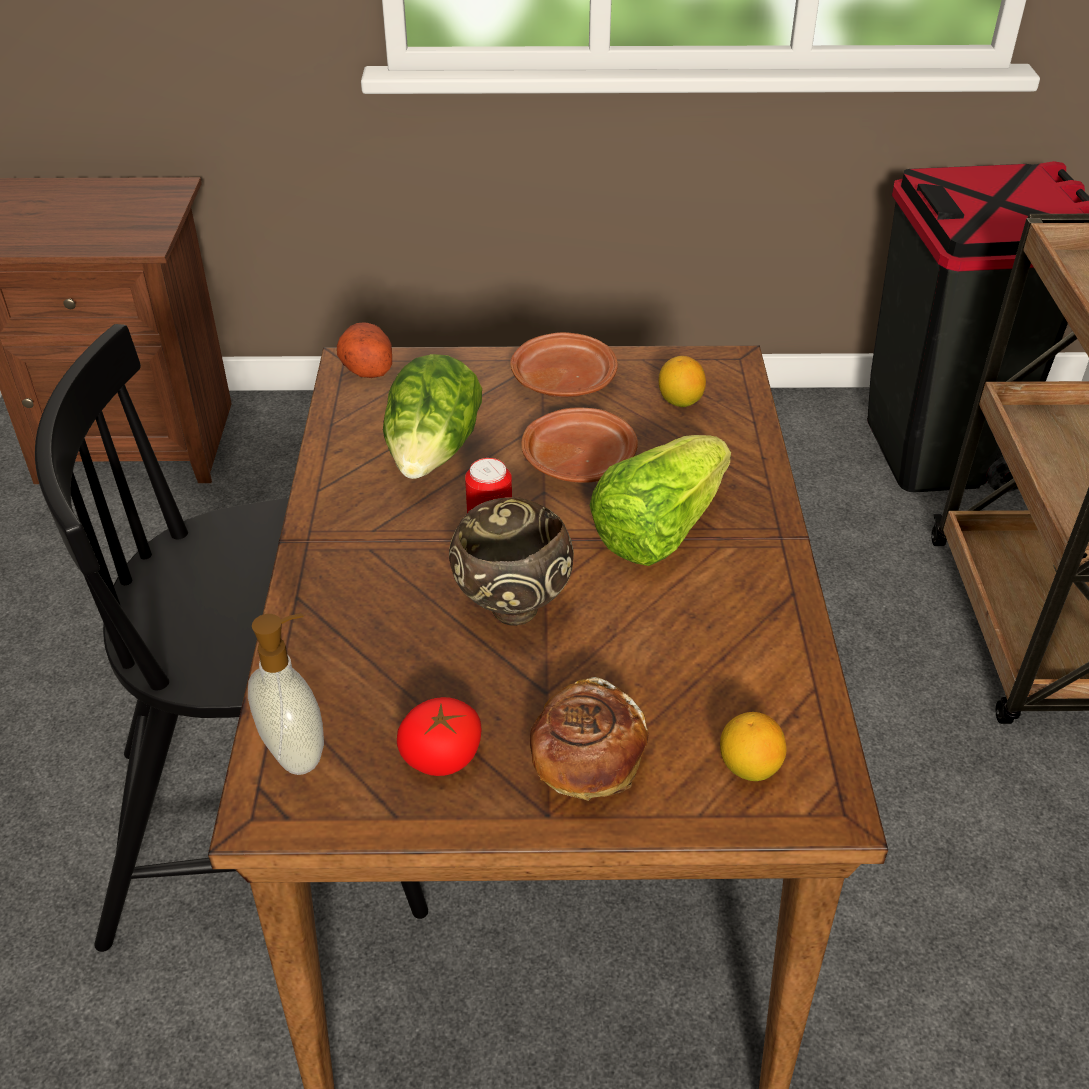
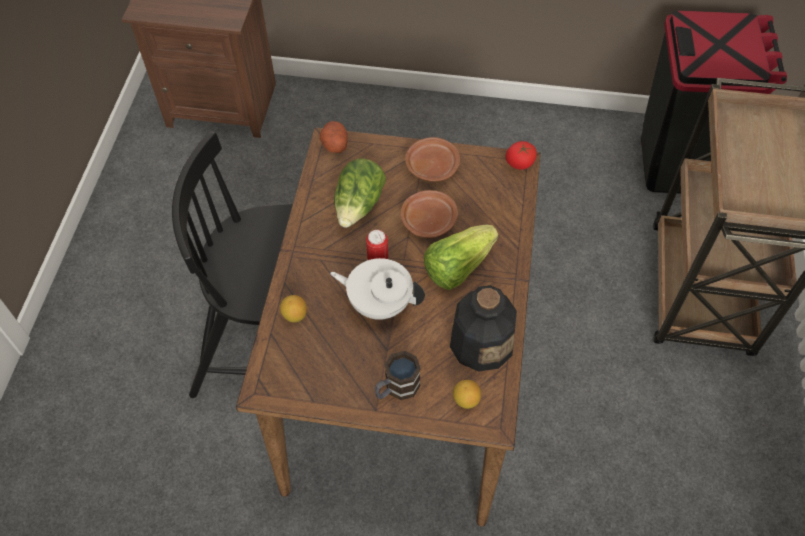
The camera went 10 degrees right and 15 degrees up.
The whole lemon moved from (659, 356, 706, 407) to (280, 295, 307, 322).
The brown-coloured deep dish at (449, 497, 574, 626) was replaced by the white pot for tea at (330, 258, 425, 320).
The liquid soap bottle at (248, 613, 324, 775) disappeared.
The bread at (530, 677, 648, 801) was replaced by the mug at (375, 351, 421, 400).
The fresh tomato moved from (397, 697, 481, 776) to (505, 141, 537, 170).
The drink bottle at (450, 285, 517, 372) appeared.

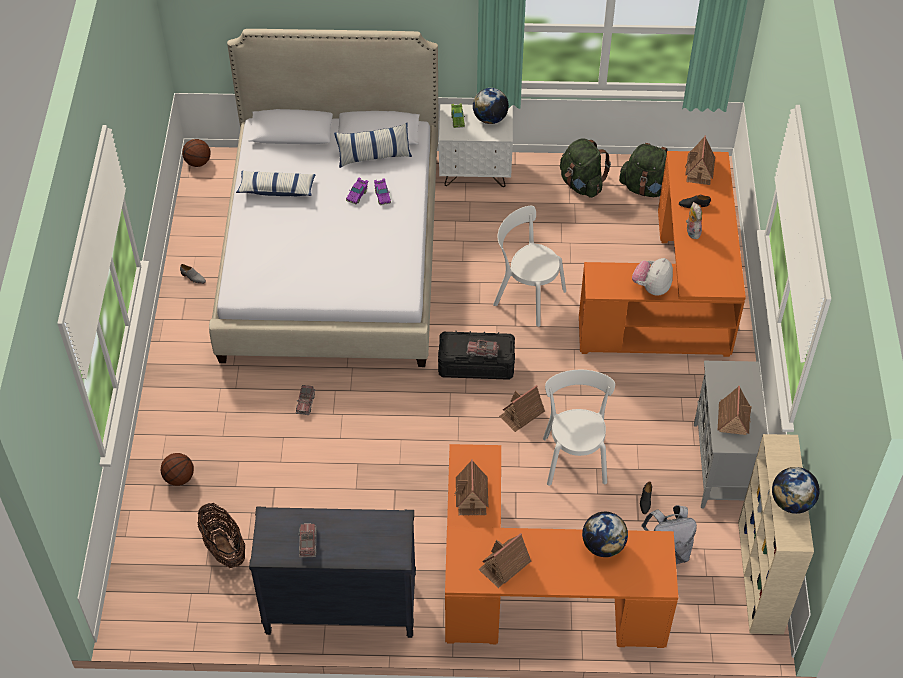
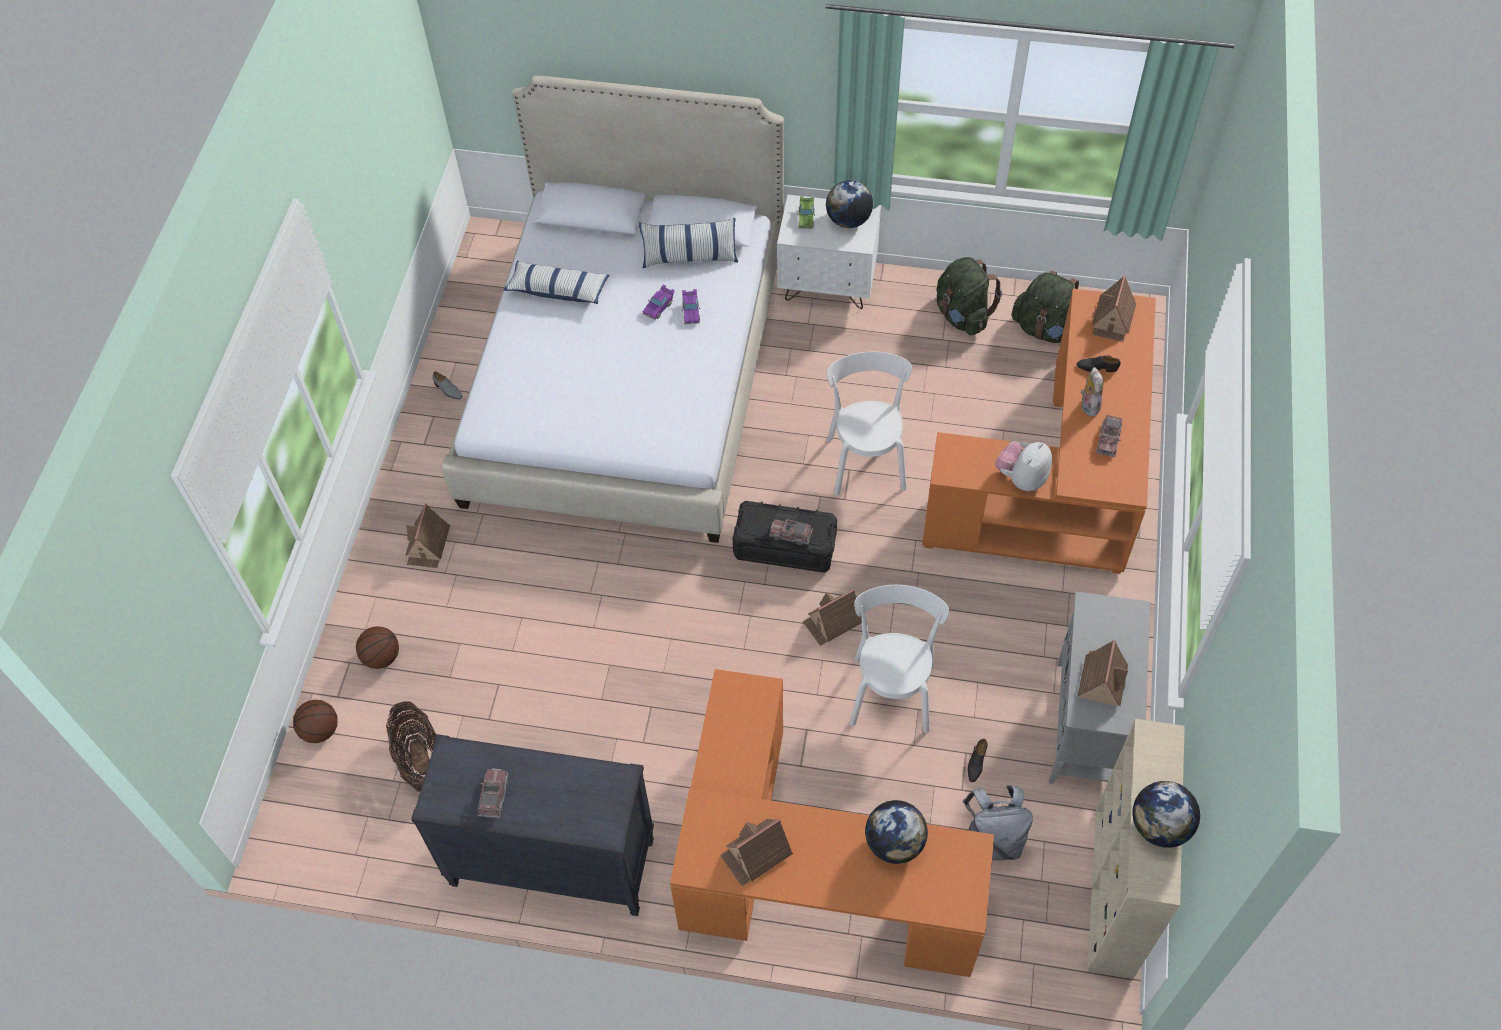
The camera went 10 degrees right and 5 degrees up.
The basketball ball moved from (182, 139, 210, 167) to (293, 700, 337, 743).
The white plain chair at (493, 206, 566, 327) turned 45 degrees clockwise.
The model truck moved from (296, 385, 315, 415) to (1096, 415, 1123, 457).
The miniature house moved from (455, 459, 488, 515) to (405, 504, 450, 568).

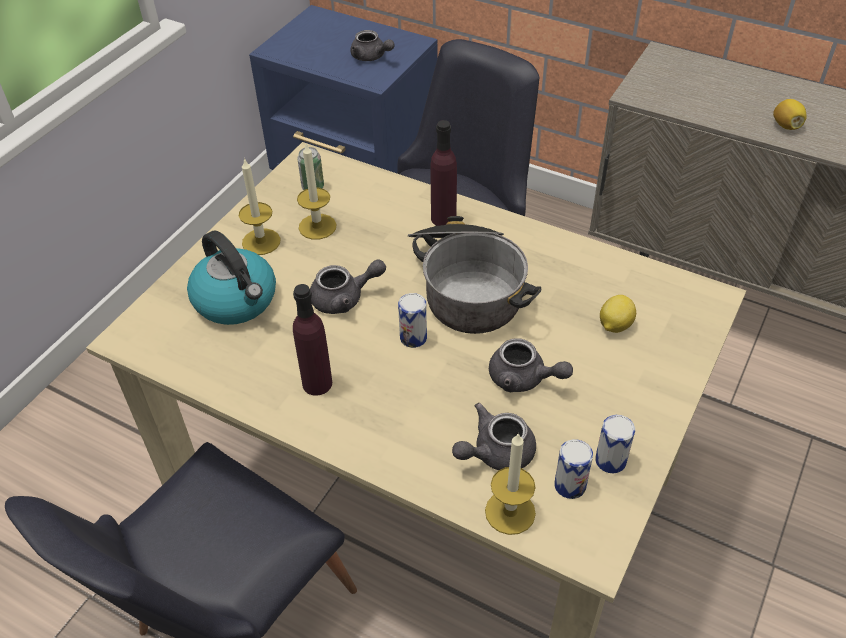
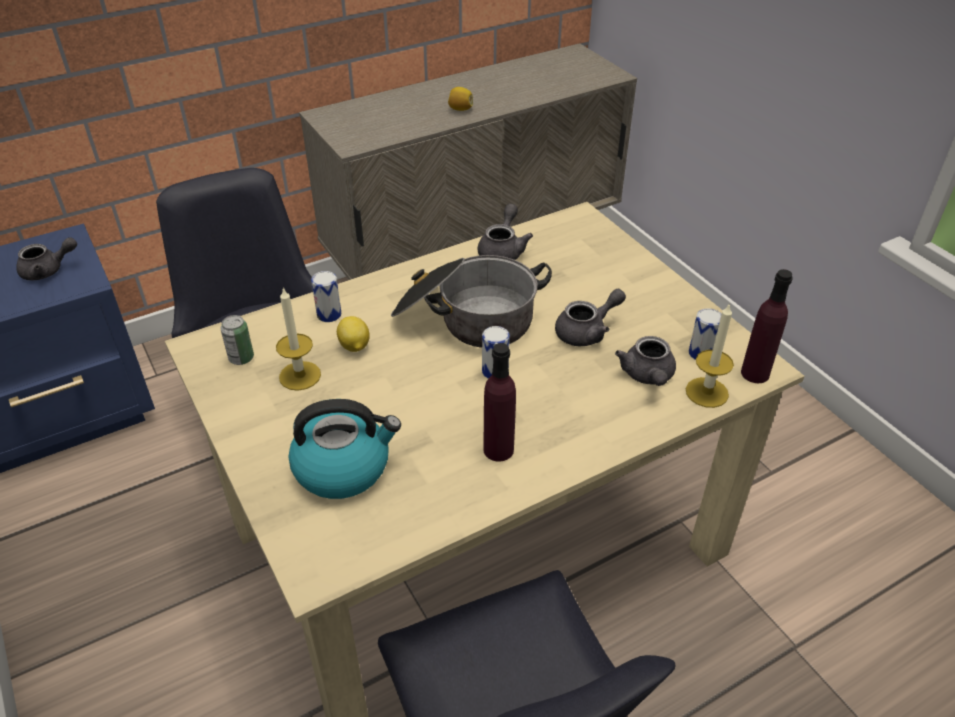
The camera went 60 degrees left and 5 degrees down.
The purple-coloured drink bottle moved from (431, 120, 457, 226) to (741, 269, 793, 383).
The wax light at (239, 158, 280, 255) disappeared.
The greyish pot for tea moved from (310, 259, 386, 314) to (478, 204, 533, 260).
The whole lemon moved from (600, 295, 636, 333) to (337, 316, 370, 352).
The can moved from (595, 415, 635, 473) to (311, 271, 342, 322).

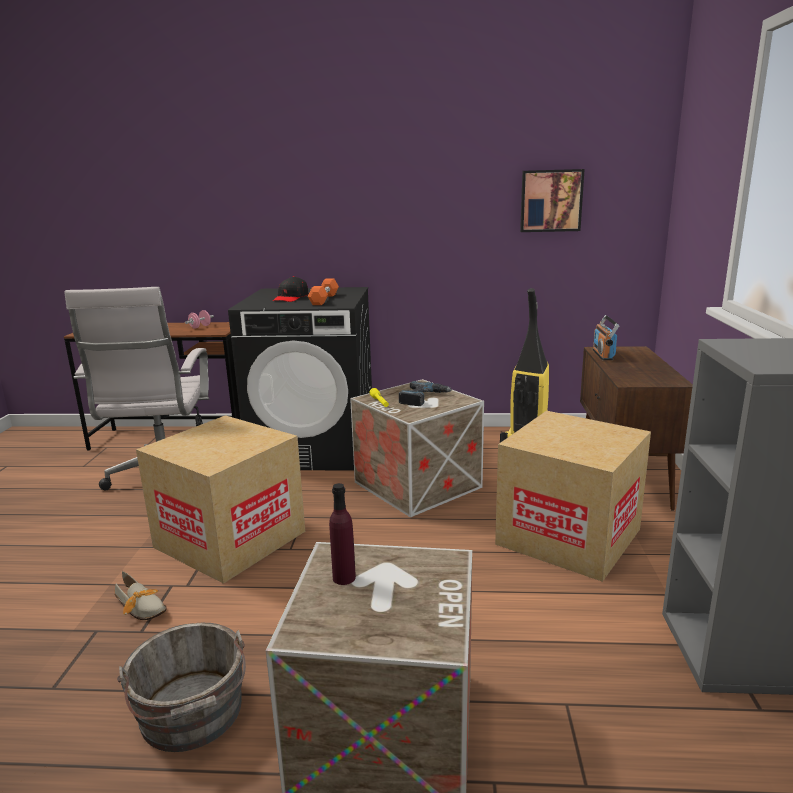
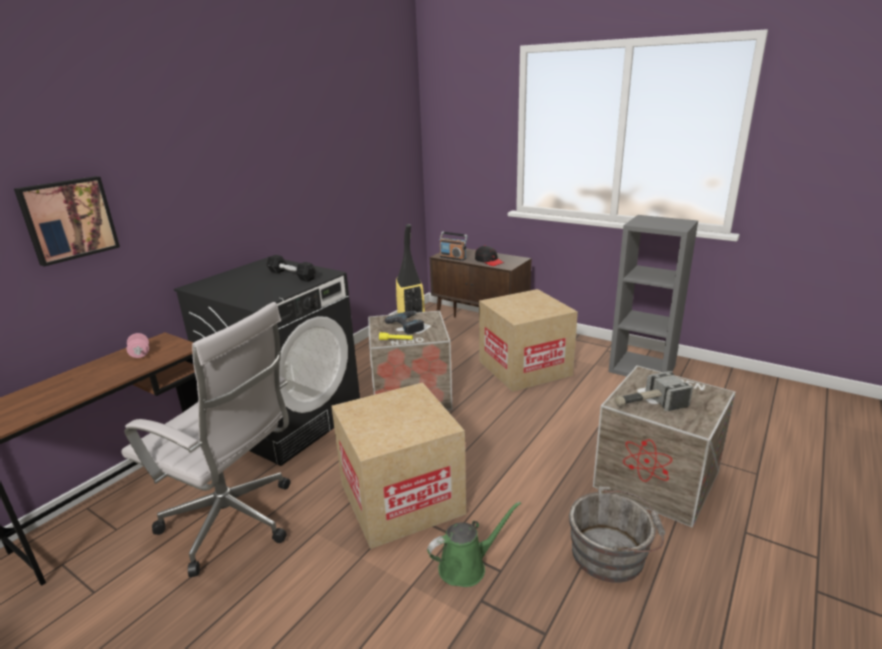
The camera went 60 degrees left and 5 degrees up.
The wall picture moved from (520, 169, 585, 232) to (14, 176, 120, 267).
The black baseball cap moved from (273, 276, 308, 302) to (475, 245, 504, 266).
The orange free weight at (308, 279, 339, 305) became the black free weight at (267, 255, 316, 282).
The purple-coloured drink bottle at (329, 483, 356, 585) was replaced by the hand hammer at (614, 371, 693, 411).
The shoe at (114, 571, 167, 620) was replaced by the green watering pot at (427, 501, 521, 587).

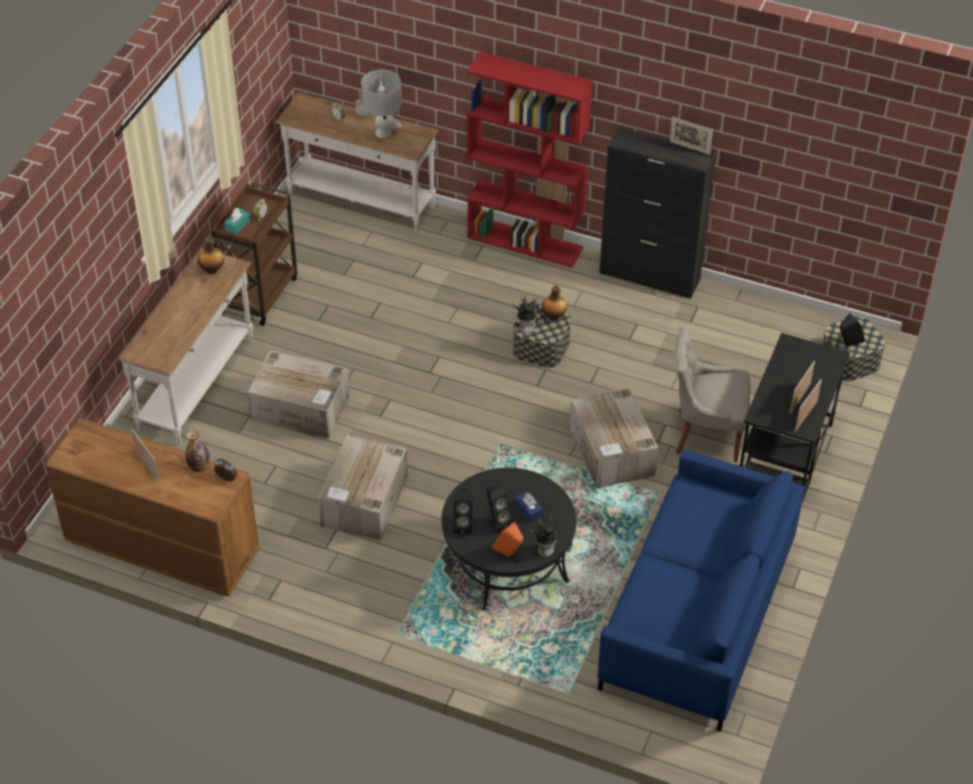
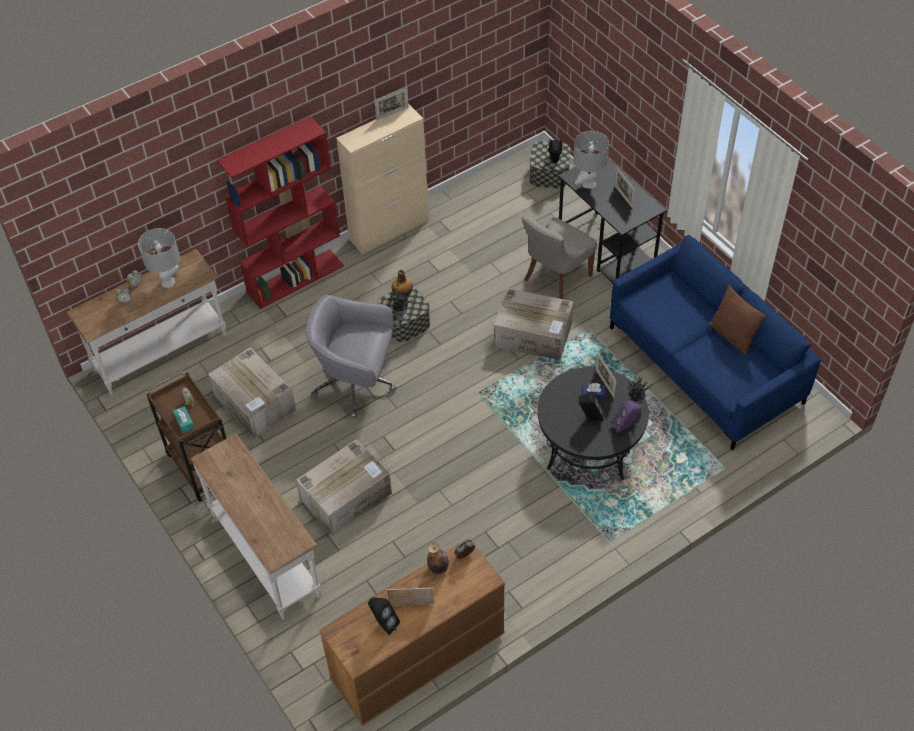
The camera went 55 degrees left and 5 degrees up.
The black cupboard at (599, 127, 716, 299) became the sand-coloured cupboard at (336, 105, 429, 255).
The drink bottle at (198, 237, 224, 274) disappeared.
The picture frame moved from (795, 379, 822, 431) to (596, 352, 616, 398).
The cardboard box moved from (318, 435, 408, 541) to (208, 347, 296, 438).
The black audio speaker moved from (453, 488, 472, 534) to (368, 597, 400, 635).
The orange audio speaker at (491, 522, 524, 557) became the purple-coloured audio speaker at (612, 400, 641, 433).
The greyish table lamp at (573, 131, 609, 189) appeared.
The brown-coloured cushion at (709, 285, 766, 355) appeared.
The greyish desk chair at (306, 295, 397, 418) appeared.

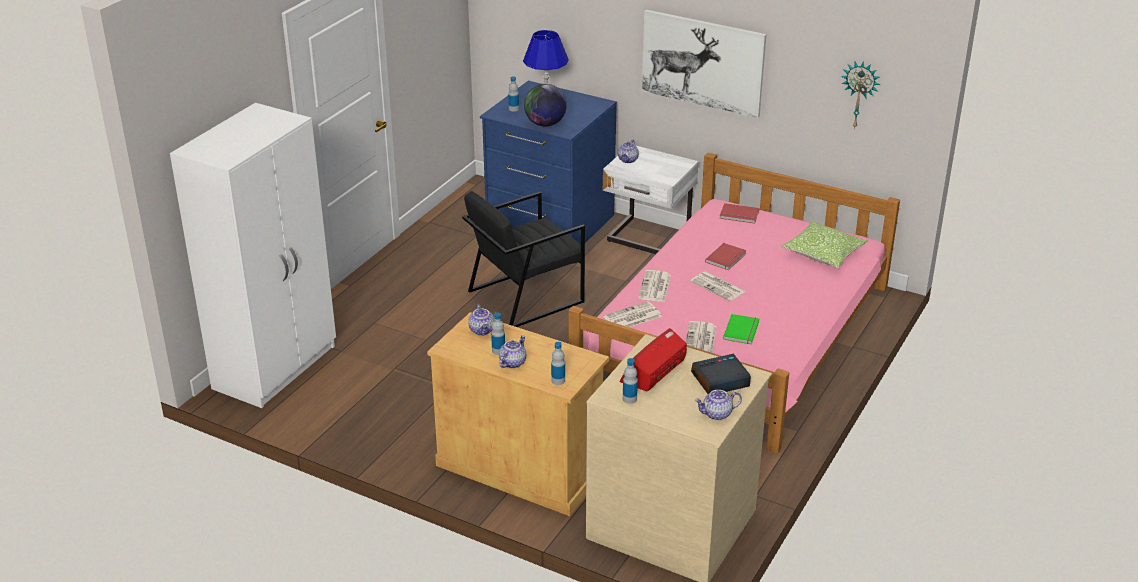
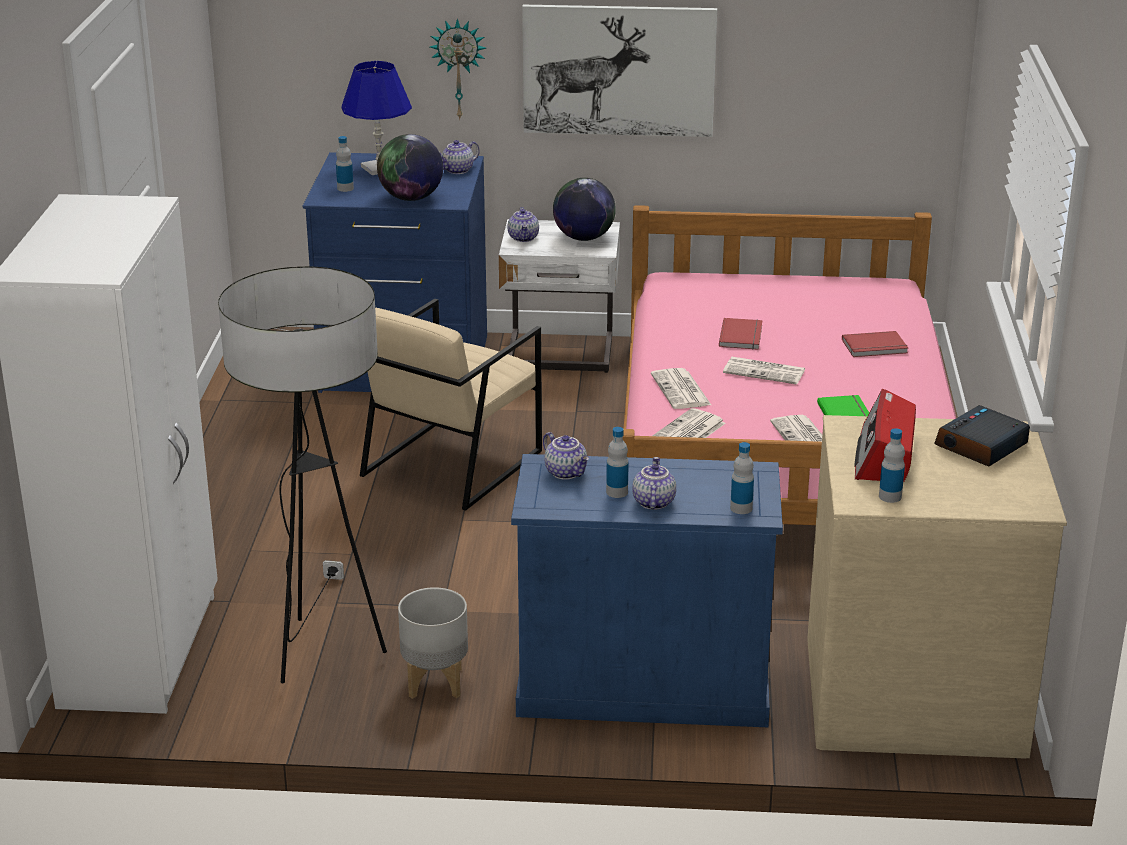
The camera went 25 degrees left and 5 degrees down.
The wall clock moved from (841, 61, 881, 129) to (430, 18, 486, 121).
The black armchair at (462, 191, 585, 327) became the sand-coloured armchair at (360, 299, 542, 511).
The red bound book moved from (720, 203, 759, 223) to (842, 331, 908, 357).
The cushion at (781, 221, 867, 268) disappeared.
The sand-coloured cupboard at (427, 312, 609, 516) became the blue cupboard at (511, 454, 783, 727).
The pot for tea moved from (695, 390, 742, 420) to (439, 140, 479, 174).
The world globe at (553, 178, 616, 241) appeared.
The floor lamp at (218, 266, 387, 683) appeared.
The greyish flower pot at (398, 587, 468, 699) appeared.

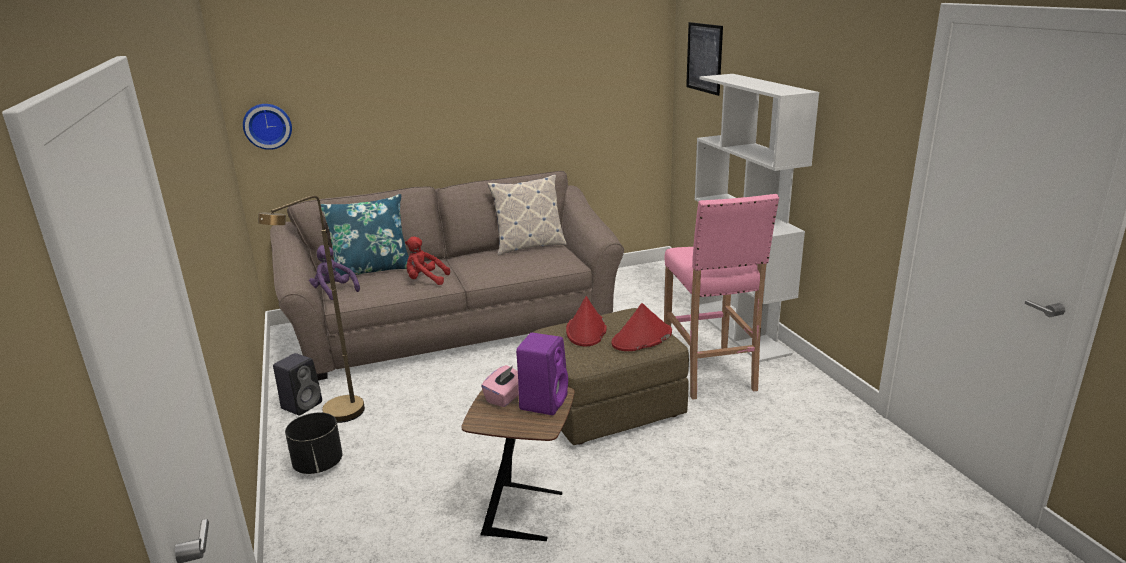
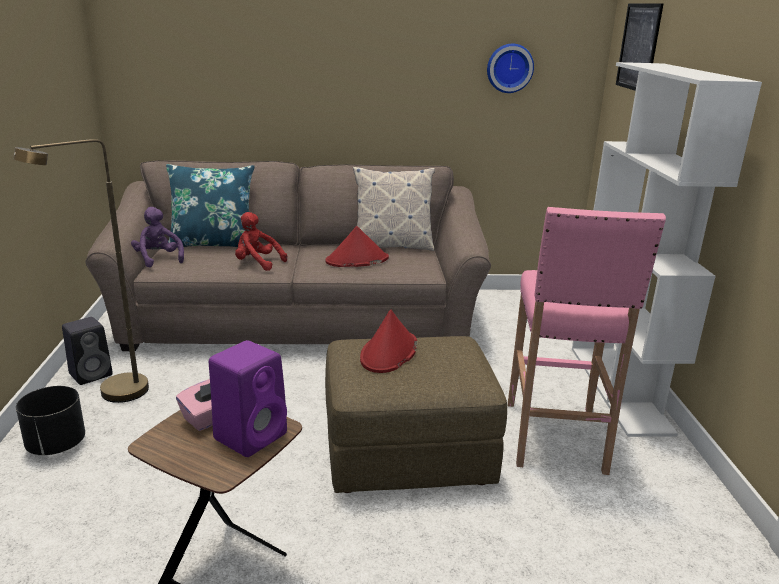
The camera went 15 degrees right and 0 degrees up.
The wall clock moved from (243, 104, 292, 150) to (487, 44, 534, 93).
The red wearable hat moved from (611, 303, 672, 351) to (325, 226, 389, 267).

